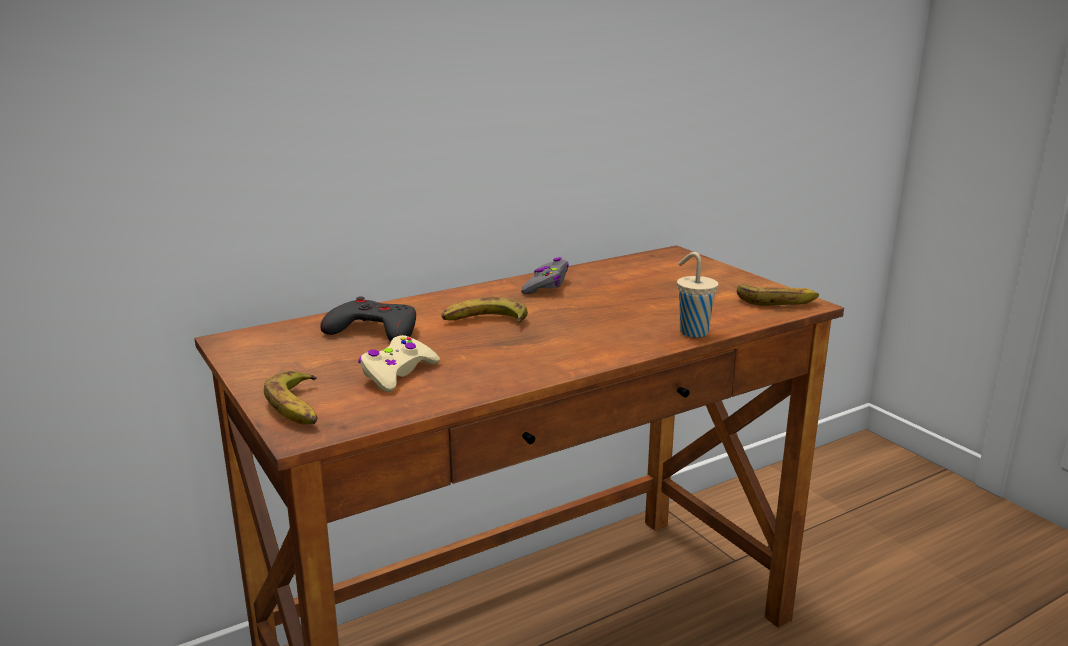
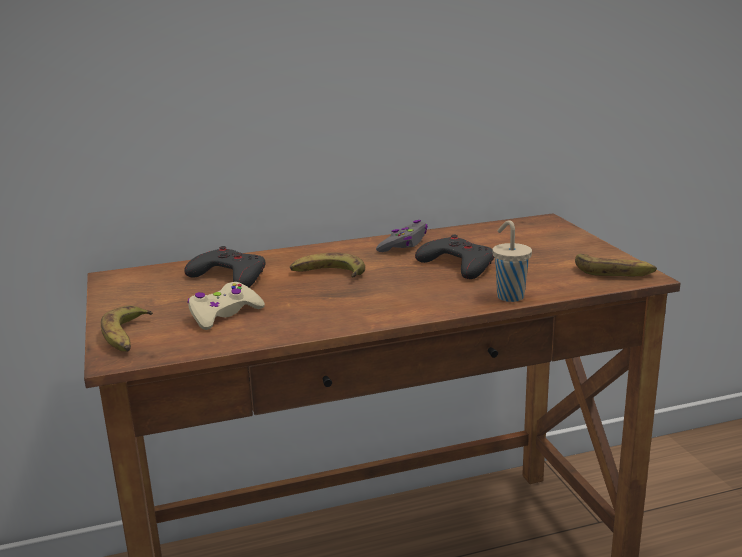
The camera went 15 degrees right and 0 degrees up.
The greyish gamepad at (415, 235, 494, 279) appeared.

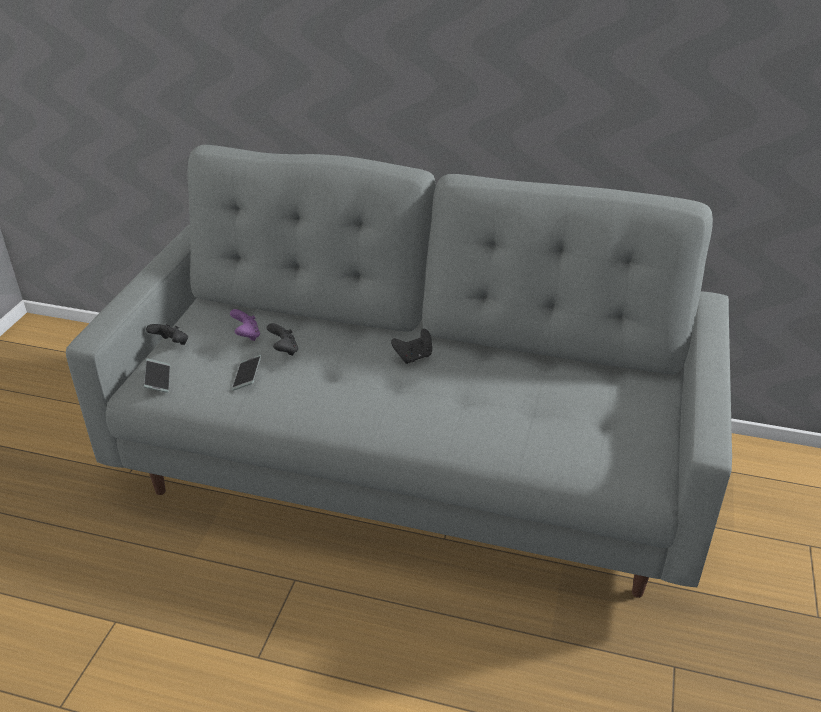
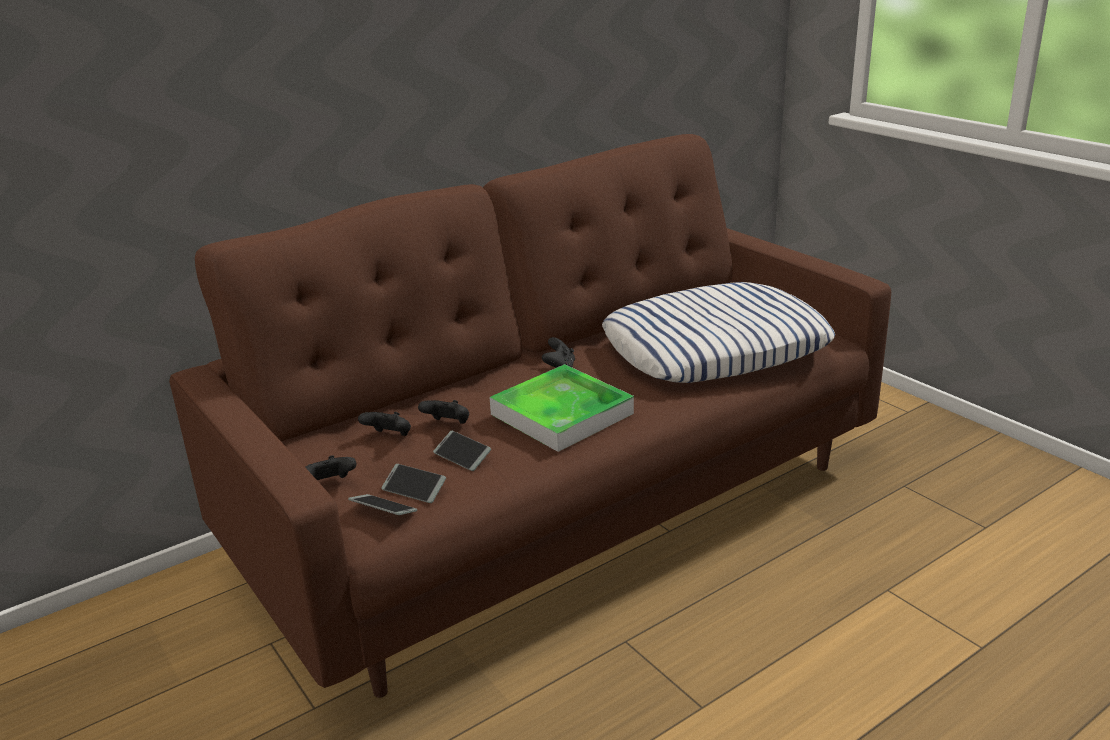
The camera went 50 degrees left and 10 degrees down.
The greyish sofa at (66, 145, 732, 598) became the brown-coloured sofa at (169, 134, 891, 698).
The purple-coloured gamepad at (230, 309, 260, 341) became the black gamepad at (358, 412, 411, 436).
The cushion at (602, 282, 835, 383) appeared.
The serving tray at (489, 364, 634, 452) appeared.
The handset at (381, 464, 446, 503) appeared.

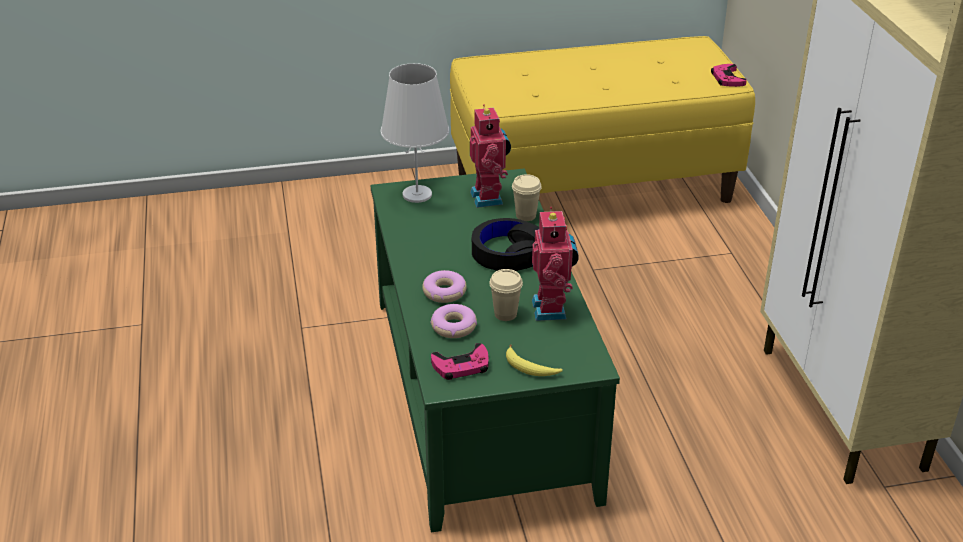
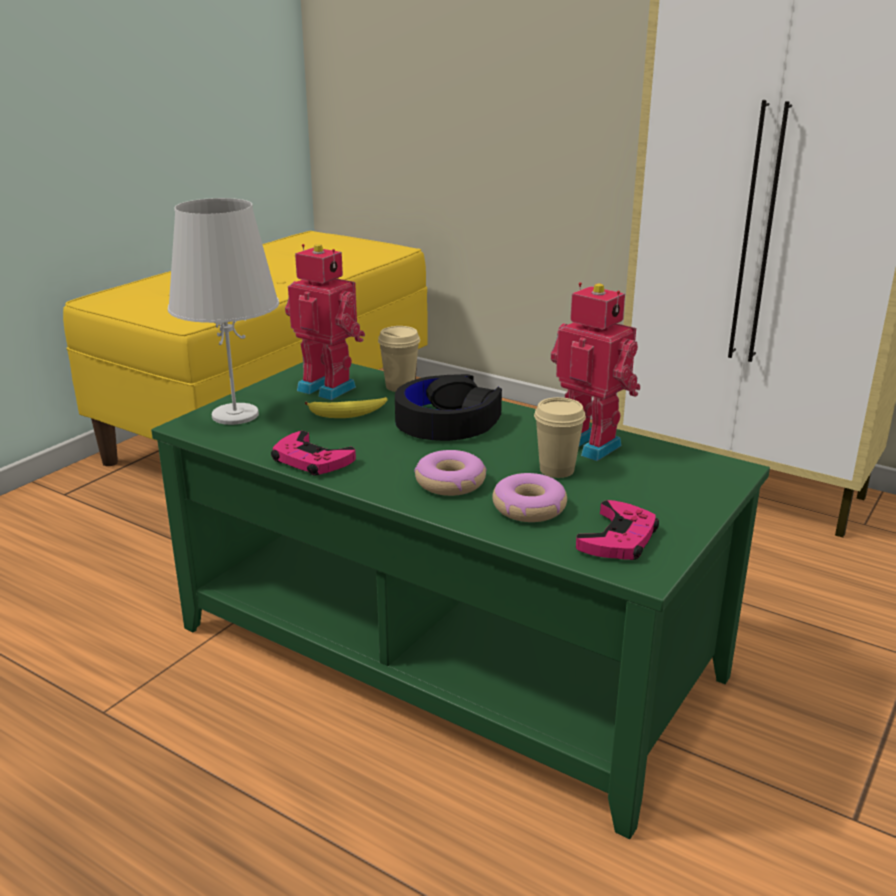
The camera went 45 degrees left and 10 degrees down.
The pinkish gamepad moved from (711, 64, 747, 87) to (271, 431, 356, 476).
The banana moved from (506, 344, 563, 376) to (305, 397, 388, 418).

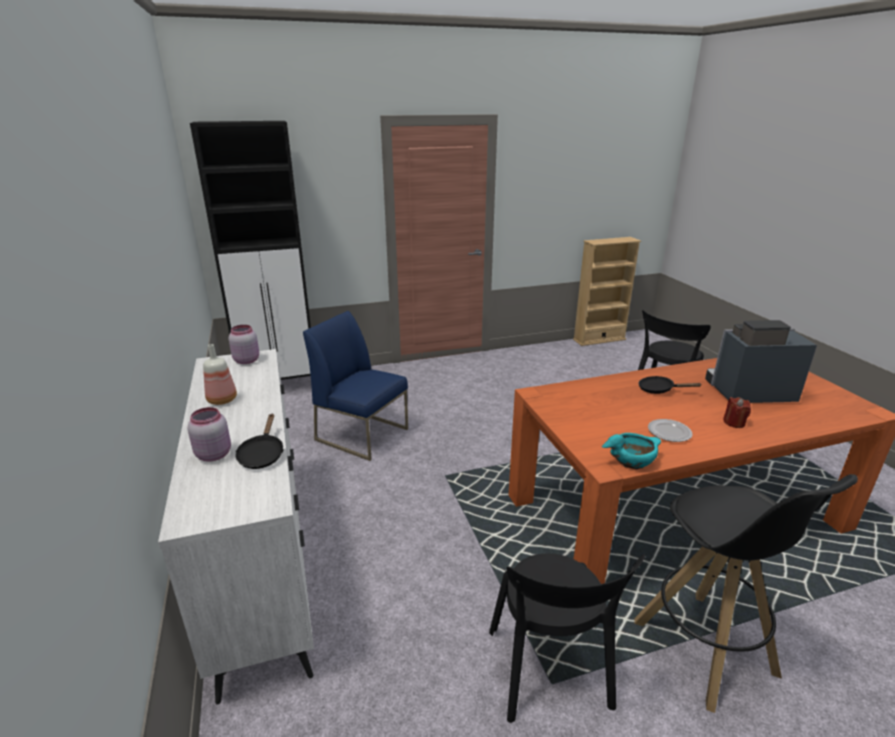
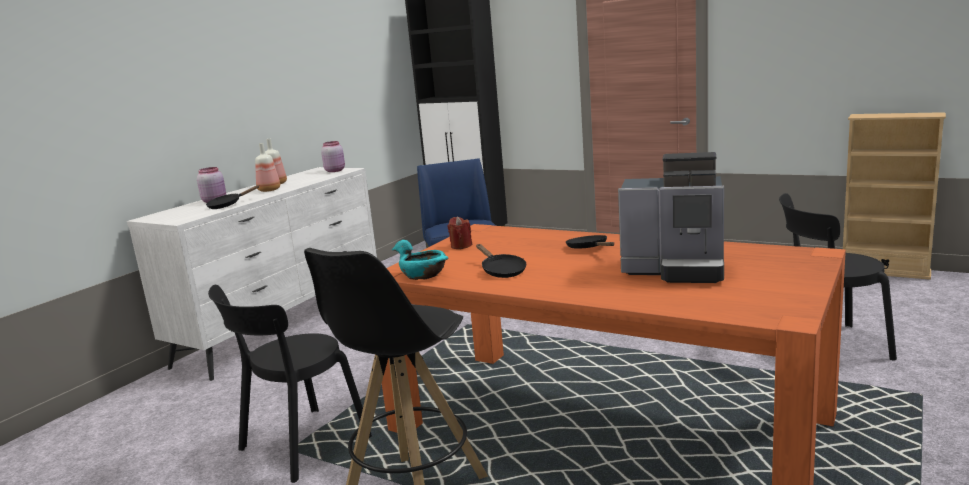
The camera went 50 degrees right and 10 degrees down.
The coffee brewer at (705, 320, 817, 403) turned 150 degrees clockwise.
The red wax light moved from (723, 397, 751, 428) to (448, 217, 472, 249).
The dinner plate at (648, 419, 692, 442) was replaced by the black frying pan at (476, 244, 526, 278).
The drink bottle at (255, 143, 280, 192) appeared.

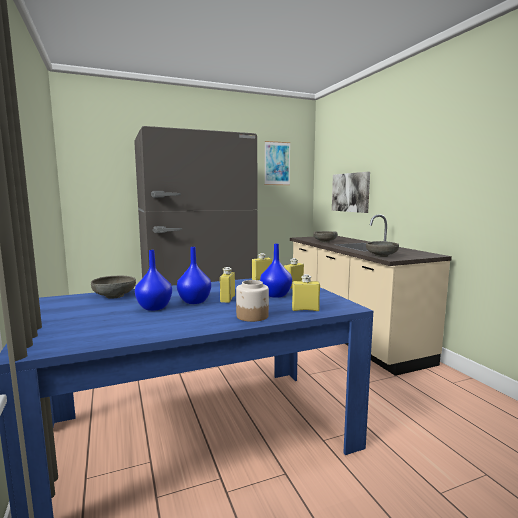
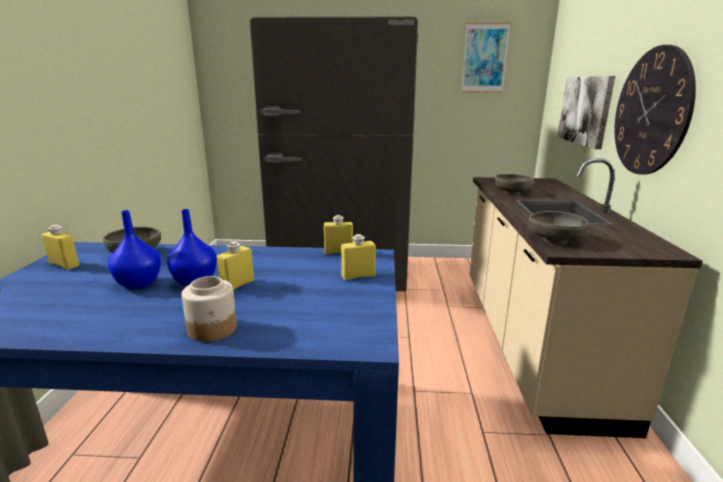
The camera went 25 degrees right and 10 degrees up.
The blue flower vase at (260, 244, 292, 298) disappeared.
The yellow-coloured drink bottle moved from (292, 274, 320, 311) to (42, 225, 79, 270).
The wall clock at (614, 45, 696, 174) appeared.

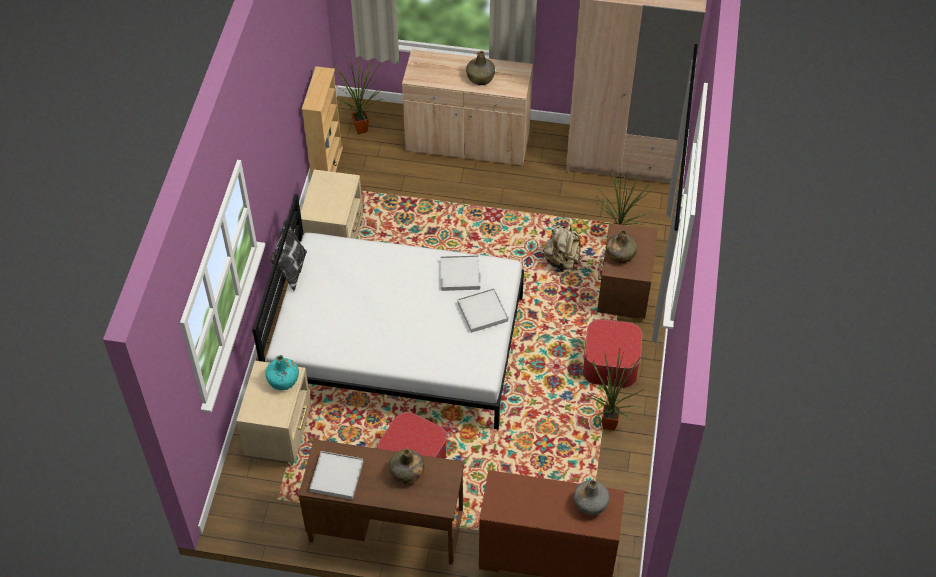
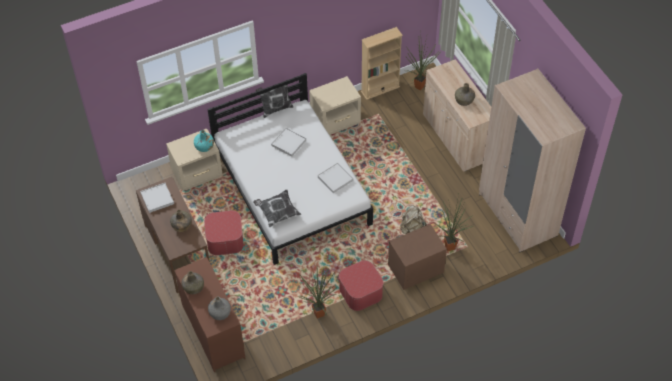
The camera went 55 degrees right and 0 degrees up.
The green drink bottle moved from (606, 230, 637, 263) to (181, 271, 204, 294).
The white serving tray moved from (457, 288, 508, 333) to (271, 128, 306, 157).
The cushion at (253, 189, 301, 227) appeared.

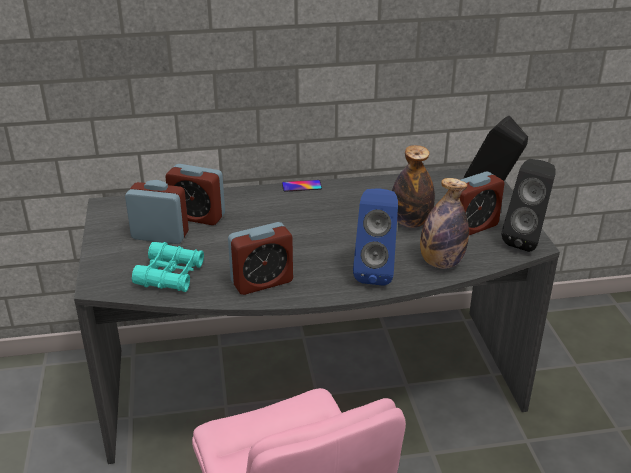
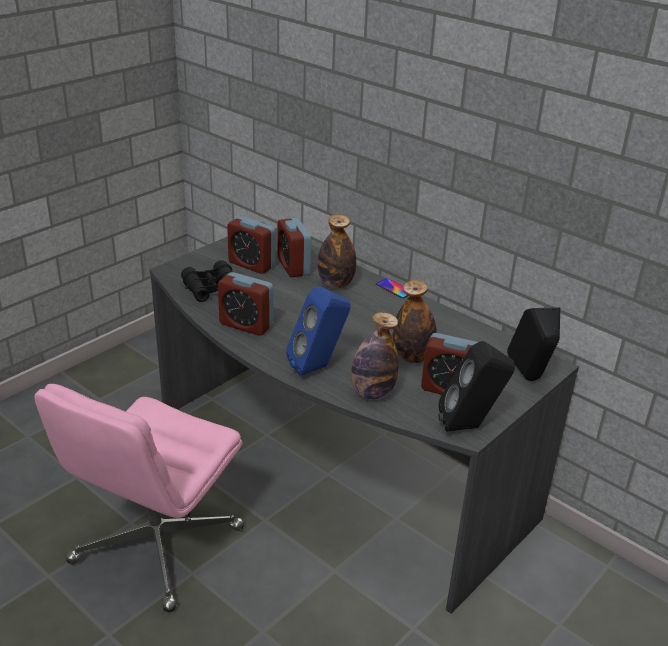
The camera went 50 degrees right and 0 degrees up.
The bedside clock at (125, 180, 189, 244) turned 150 degrees clockwise.
The turquoise binoculars at (132, 242, 204, 292) became the black binoculars at (181, 260, 232, 302).
The drink bottle at (318, 214, 356, 288) appeared.

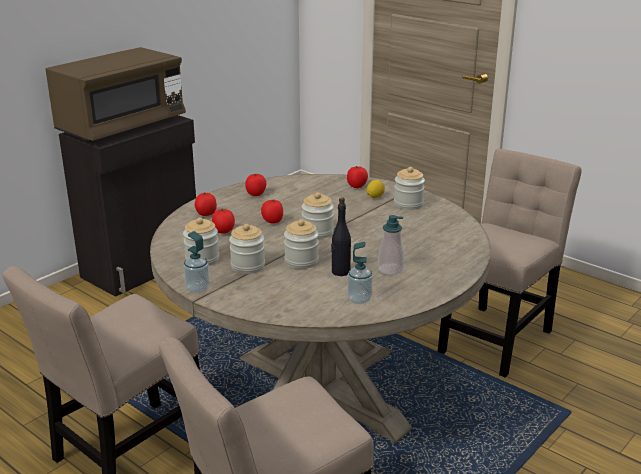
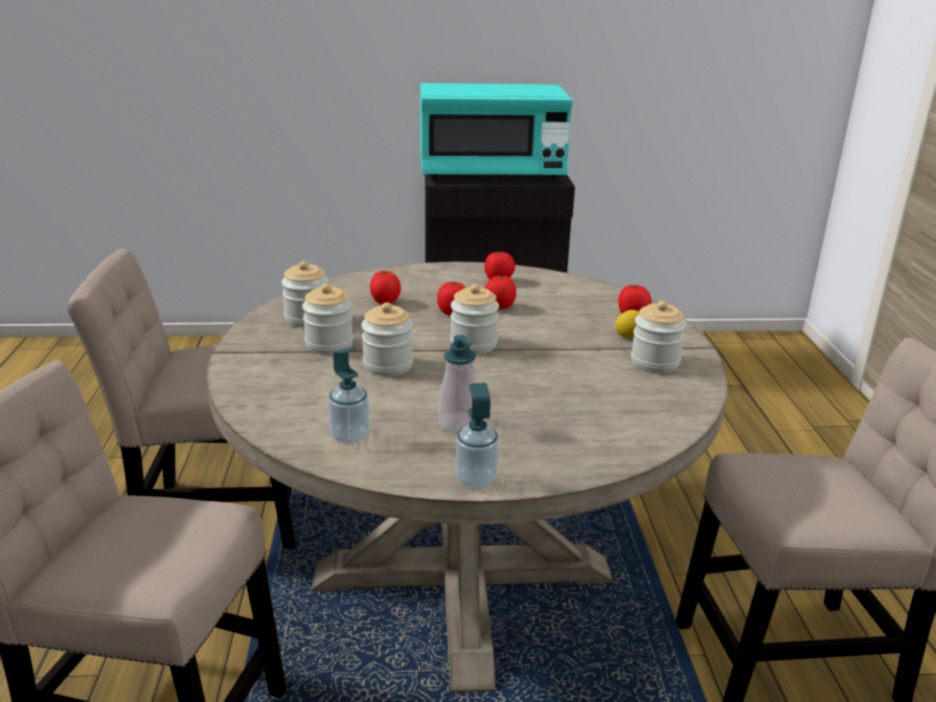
The camera went 45 degrees right and 0 degrees up.
The brown-coloured kitchen microwave at (45, 47, 186, 142) became the turquoise kitchen microwave at (420, 83, 573, 179).
The fresh tomato moved from (195, 193, 217, 216) to (484, 275, 516, 309).
The black drink bottle at (331, 197, 351, 276) disappeared.
The liquid soap bottle moved from (184, 231, 210, 293) to (456, 383, 499, 488).

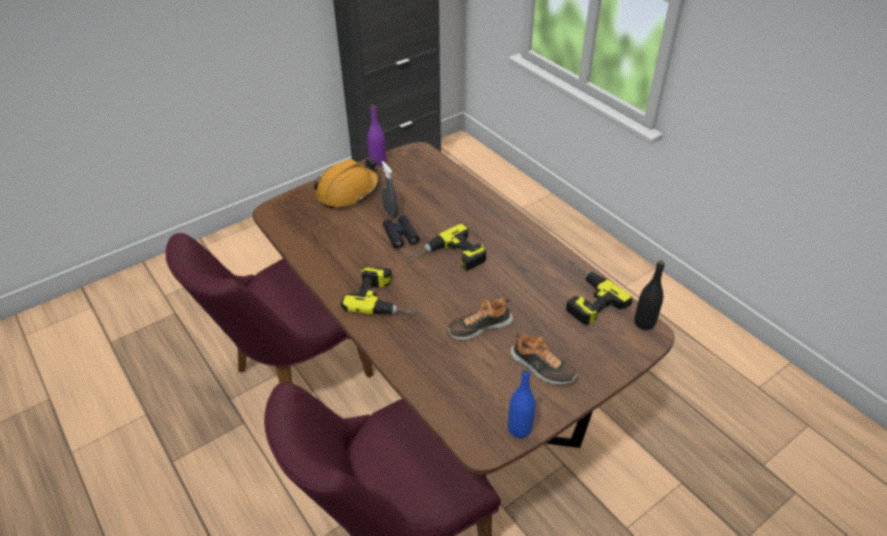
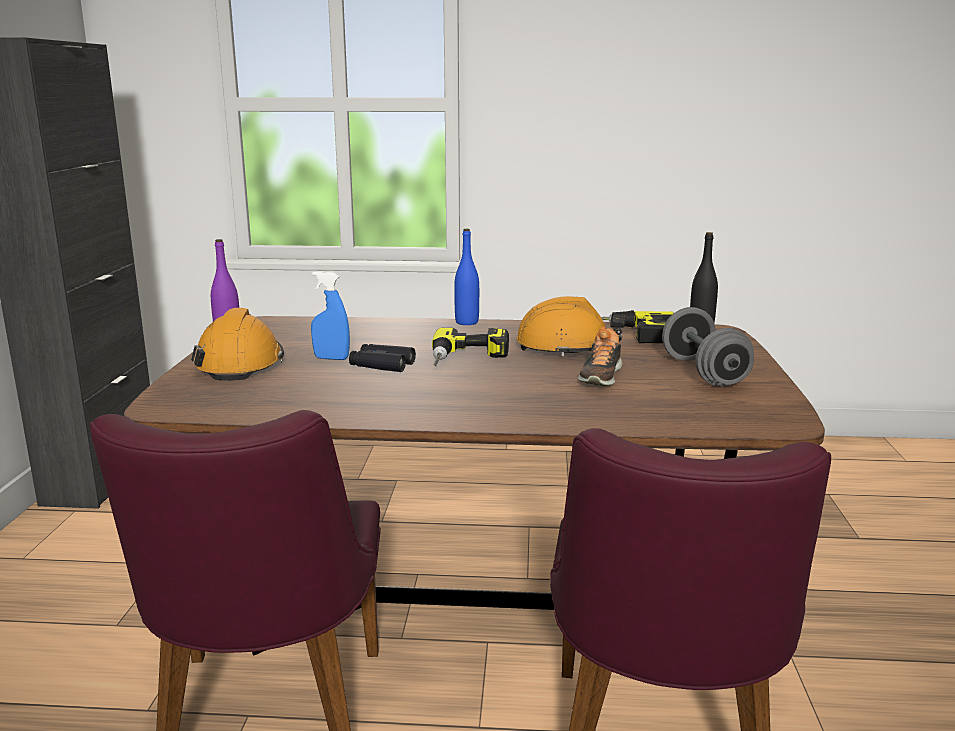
The camera went 50 degrees left and 25 degrees down.
The greyish sprayer at (381, 161, 398, 219) became the blue sprayer at (311, 271, 350, 360).
The electric drill at (341, 266, 422, 315) disappeared.
The shoe at (511, 333, 578, 384) was replaced by the greyish free weight at (662, 307, 754, 387).
The blue drink bottle moved from (508, 367, 536, 438) to (454, 229, 479, 325).
The orange safety helmet at (517, 296, 626, 356) appeared.

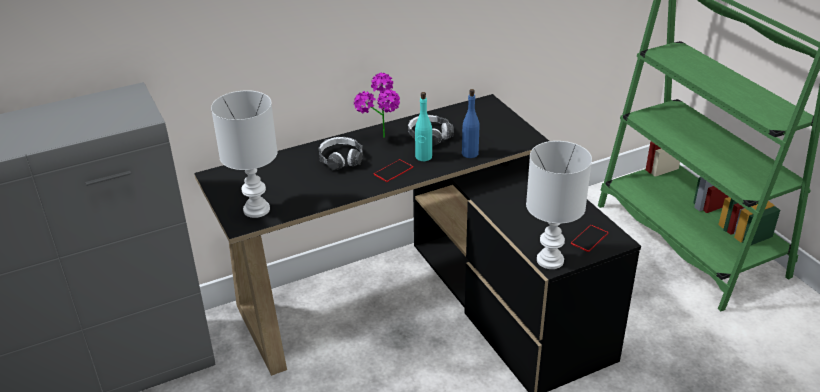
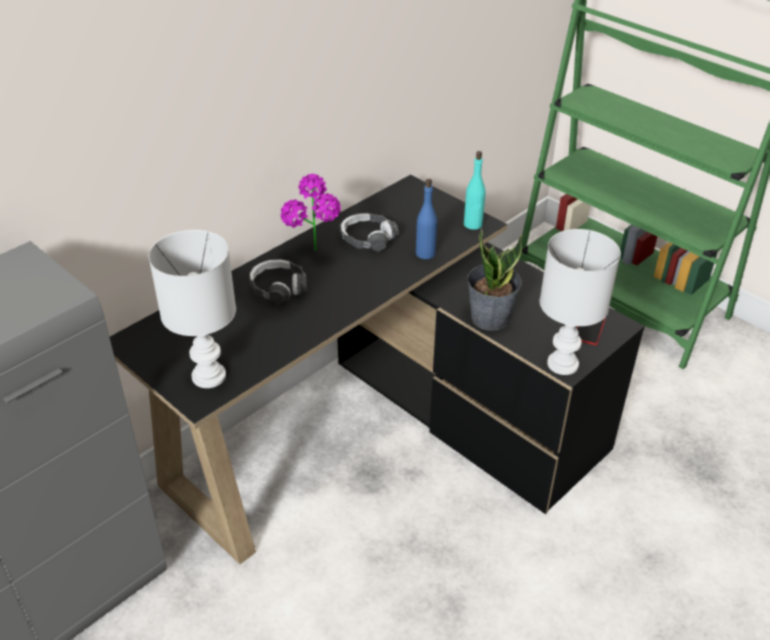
The camera went 20 degrees left and 5 degrees up.
The turquoise drink bottle moved from (415, 92, 432, 161) to (464, 151, 485, 230).
The handset at (373, 159, 413, 182) disappeared.
The houseplant at (467, 228, 523, 330) appeared.

